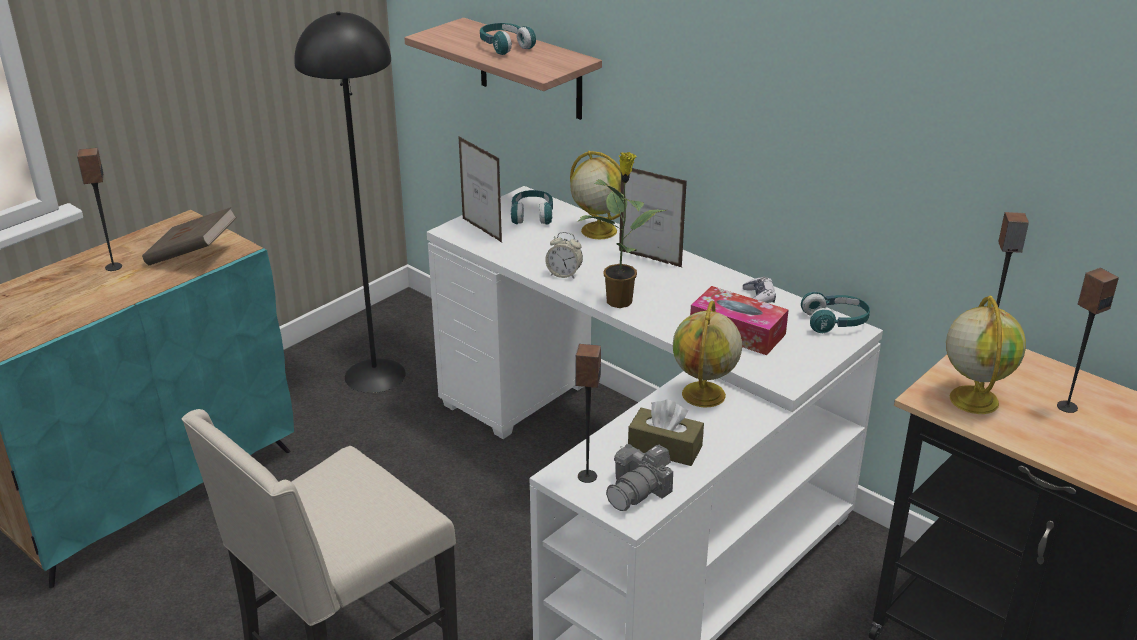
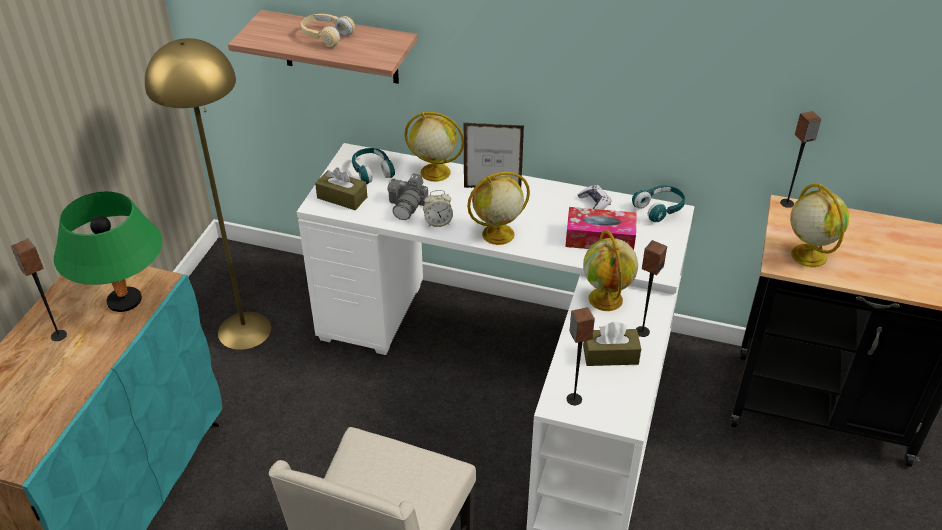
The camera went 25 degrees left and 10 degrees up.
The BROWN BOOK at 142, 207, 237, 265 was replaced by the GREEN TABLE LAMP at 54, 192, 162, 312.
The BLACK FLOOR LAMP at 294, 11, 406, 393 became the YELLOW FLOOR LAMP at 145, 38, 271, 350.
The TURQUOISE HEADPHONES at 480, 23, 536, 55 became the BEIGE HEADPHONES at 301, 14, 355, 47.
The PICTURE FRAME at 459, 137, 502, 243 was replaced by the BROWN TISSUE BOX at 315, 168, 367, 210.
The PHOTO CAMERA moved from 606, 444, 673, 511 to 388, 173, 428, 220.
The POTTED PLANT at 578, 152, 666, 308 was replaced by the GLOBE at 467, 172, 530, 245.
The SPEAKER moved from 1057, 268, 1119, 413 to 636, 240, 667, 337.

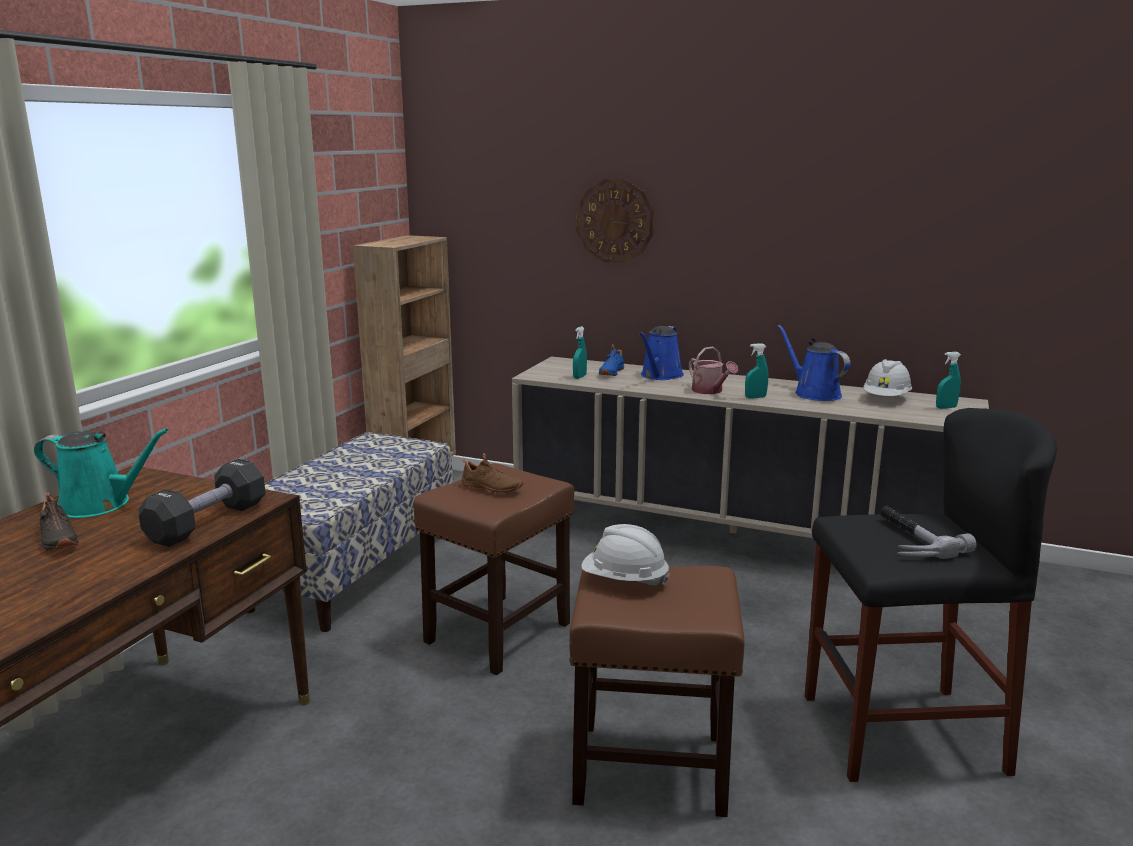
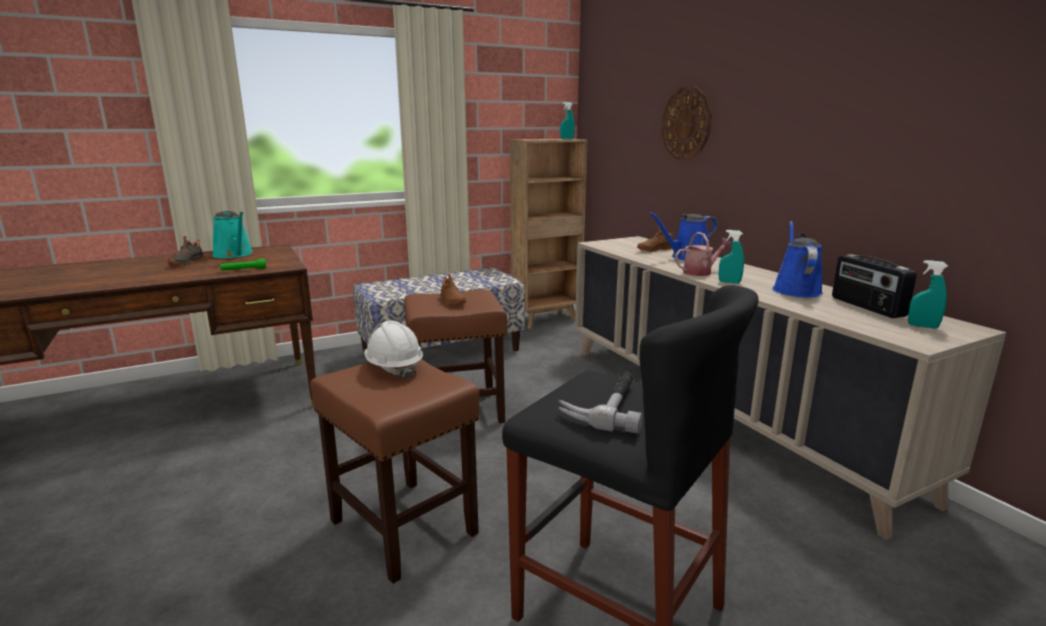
The camera went 40 degrees right and 0 degrees up.
The BLACK DUMBBELL at 139, 459, 266, 547 was replaced by the GREEN FLASHLIGHT at 220, 259, 266, 271.
The TURQUOISE SPRAY BOTTLE moved from 573, 327, 587, 379 to 560, 102, 575, 139.
The BLUE SHOE at 599, 344, 624, 376 became the BROWN SHOE at 637, 227, 673, 252.
The WATERING CAN at 689, 347, 738, 394 turned 120 degrees counterclockwise.
The WHITE HARD HAT at 863, 359, 912, 396 was replaced by the RADIO at 832, 254, 917, 318.

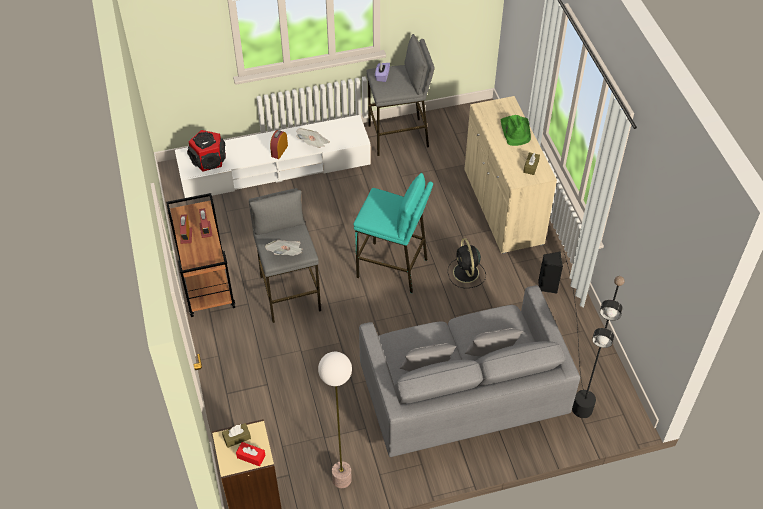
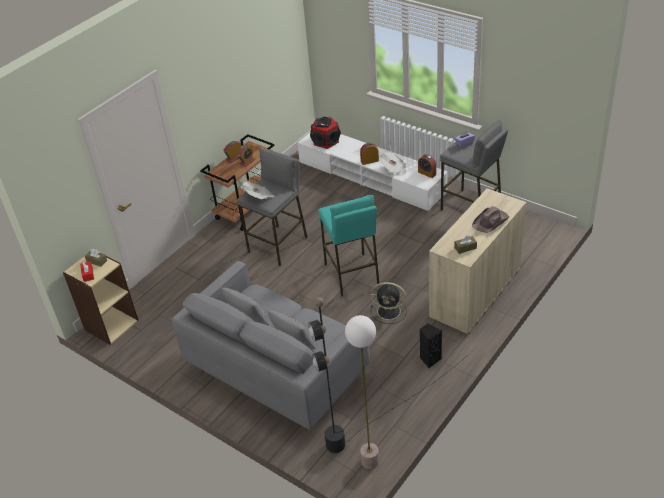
The camera went 55 degrees right and 10 degrees down.
The FLOOR LAMP moved from 318, 352, 352, 488 to 345, 315, 379, 469.
The BLACK FAN at 448, 238, 486, 288 turned 120 degrees counterclockwise.
The ALARM CLOCK at 418, 154, 436, 178 appeared.
The GREEN HAT at 501, 115, 531, 146 became the BROWN HAT at 472, 206, 510, 233.

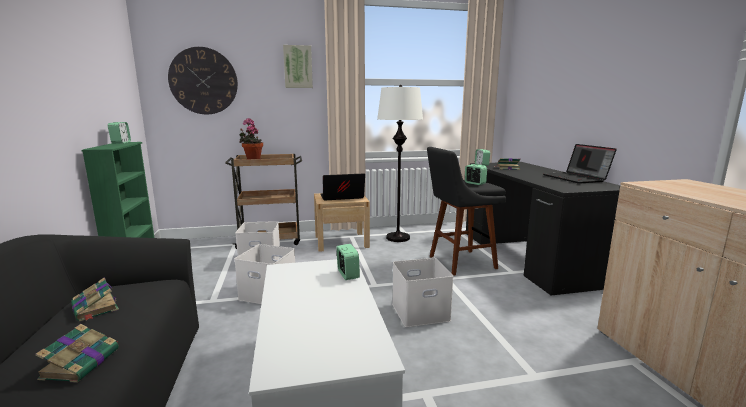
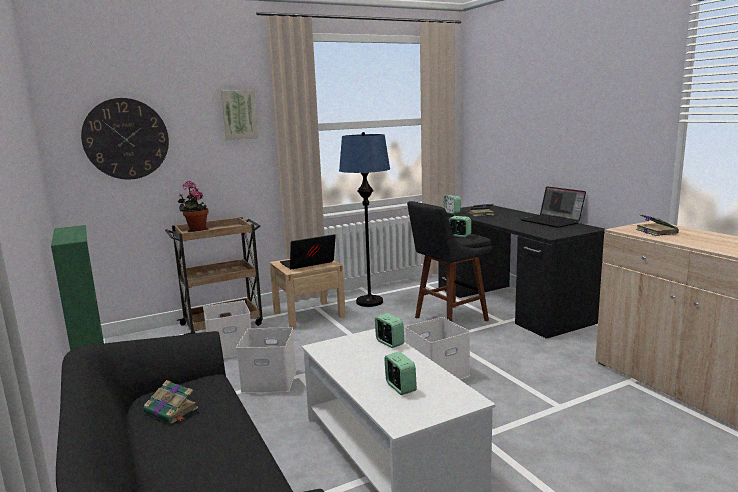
The camera went 15 degrees left and 0 degrees up.
The WHITE FLOOR LAMP at 377, 85, 423, 242 became the BLUE FLOOR LAMP at 339, 132, 390, 307.
The ALARM CLOCK moved from 108, 122, 131, 144 to 384, 352, 417, 395.
The BOOK moved from 35, 324, 119, 383 to 636, 214, 679, 236.

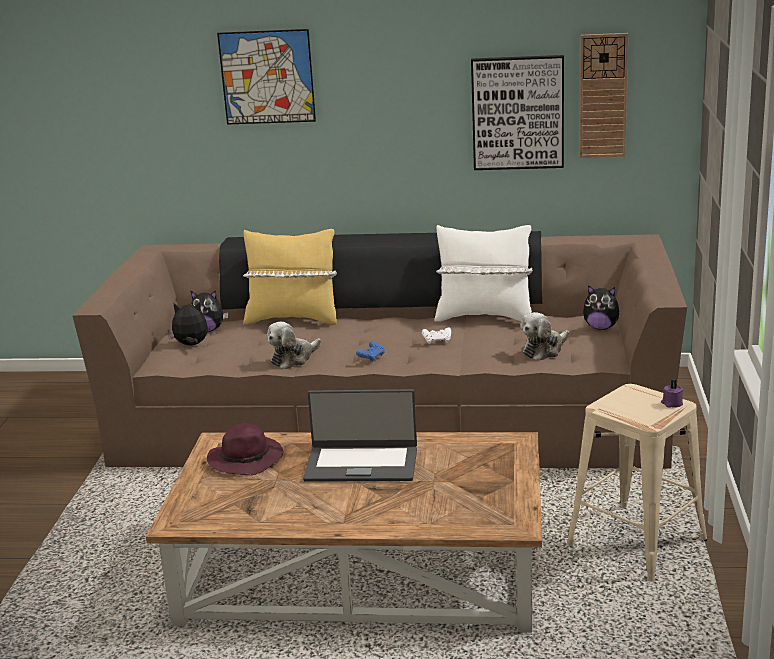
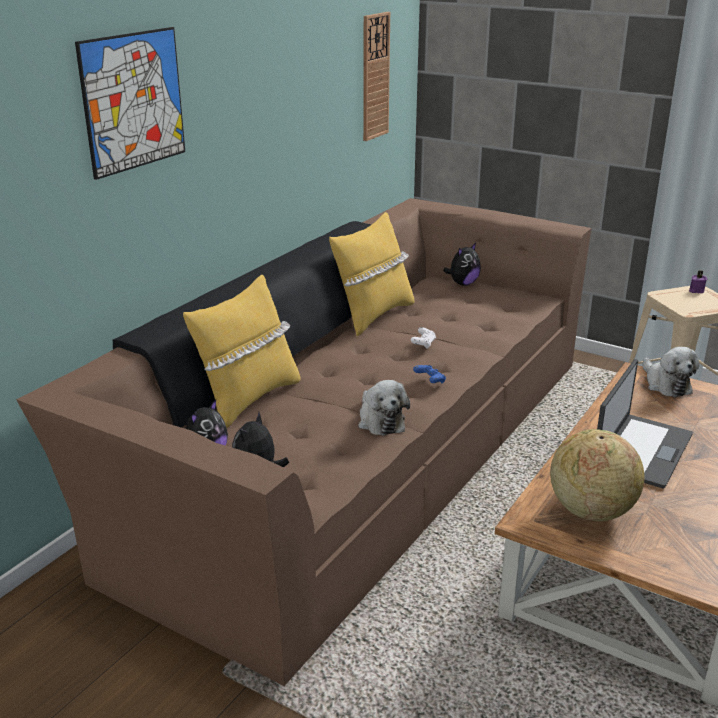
The camera went 65 degrees left and 5 degrees up.
The WHITE PILLOW at 434, 225, 533, 322 became the YELLOW PILLOW at 329, 212, 414, 336.
The PURPLE HAT at 207, 423, 283, 475 was replaced by the GLOBE at 550, 429, 645, 521.
The PLUSH TOY moved from 520, 312, 569, 360 to 643, 347, 699, 397.
The PICTURE at 471, 55, 564, 170 disappeared.

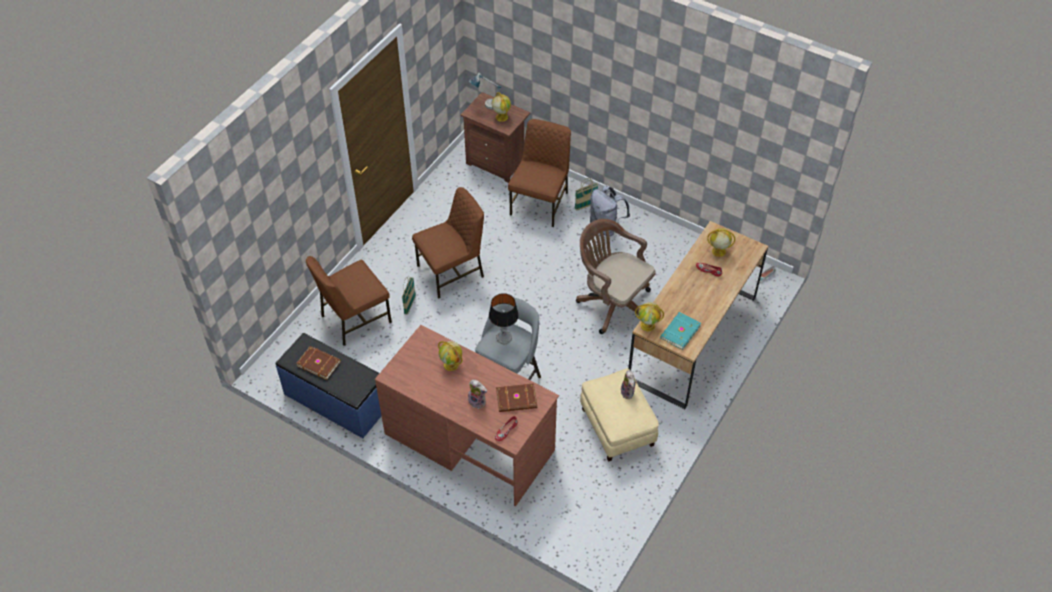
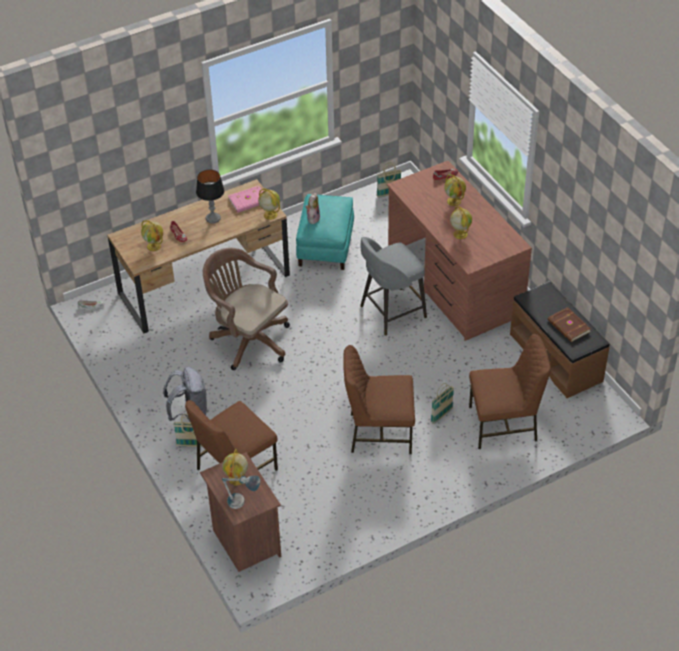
The camera went 150 degrees left and 5 degrees down.
The TABLE LAMP moved from 489, 293, 519, 344 to 196, 169, 224, 224.
The BROWN OFFICE CHAIR at 576, 219, 656, 334 turned 150 degrees clockwise.
The TURQUOISE BOOK at 660, 312, 701, 350 became the PINK BOOK at 228, 186, 263, 213.
The BEIGE OTTOMAN at 580, 368, 659, 462 became the TURQUOISE OTTOMAN at 296, 194, 354, 270.
The BASKET at 376, 163, 402, 198 appeared.
The PLUSH TOY at 468, 380, 487, 409 was replaced by the GLOBE at 444, 174, 466, 206.
The BLUE BENCH at 276, 333, 381, 438 became the BROWN BENCH at 510, 281, 610, 398.
The BROWN BOOK at 496, 383, 538, 412 disappeared.

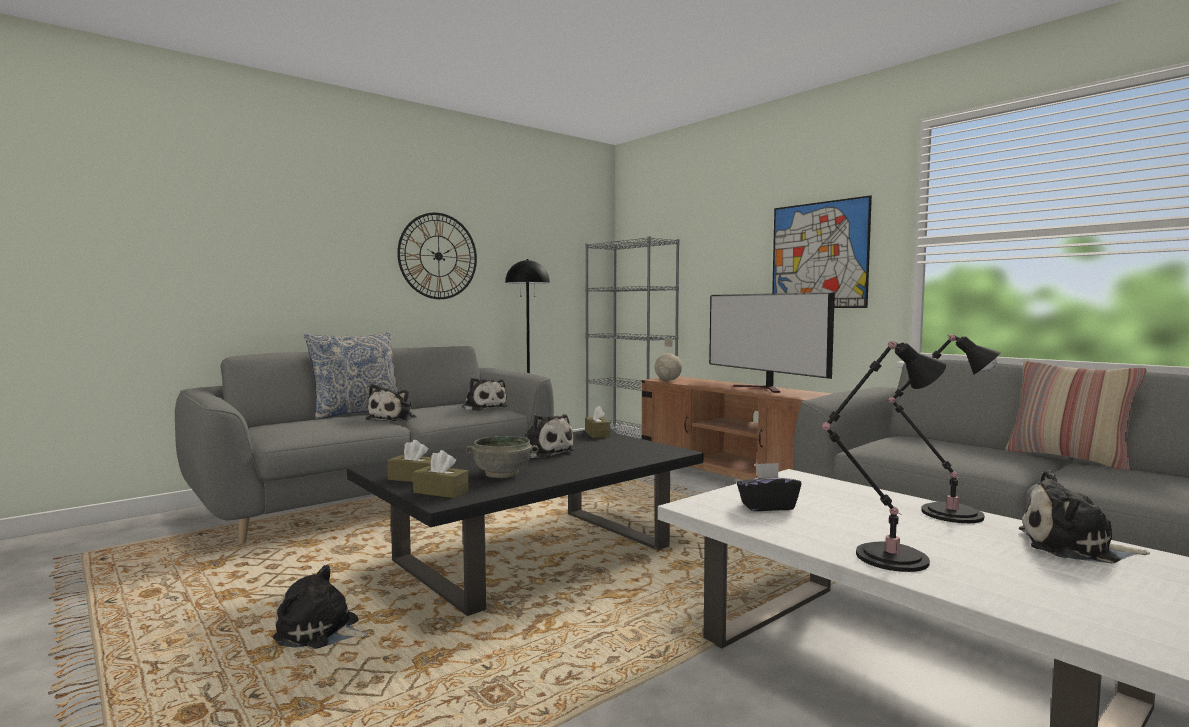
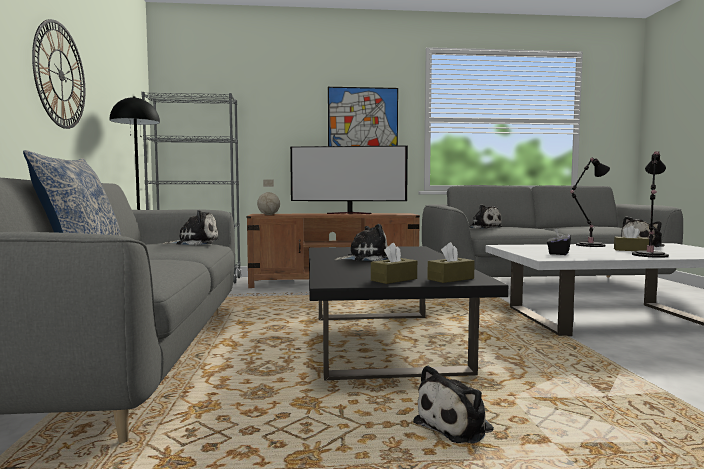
The camera went 55 degrees left and 0 degrees up.
The PLUSH TOY moved from 366, 384, 417, 421 to 469, 204, 503, 229.
The BROWN TISSUE BOX moved from 585, 406, 610, 438 to 614, 225, 649, 251.
The GREY BOWL at 466, 436, 539, 478 disappeared.
The PILLOW at 1006, 361, 1147, 470 disappeared.

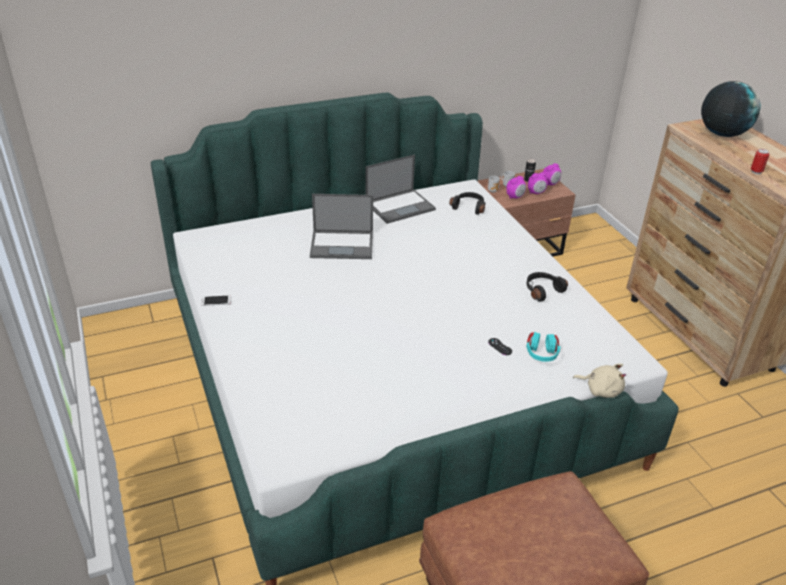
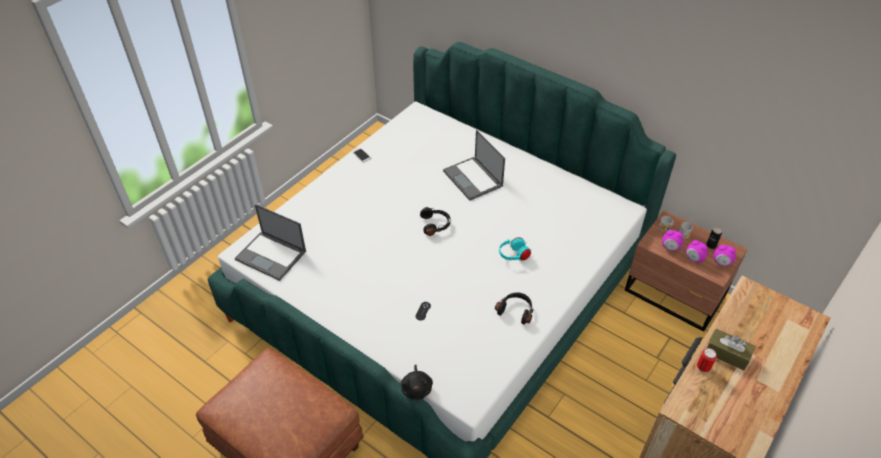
The camera went 60 degrees right and 10 degrees up.
The LAPTOP moved from 365, 154, 436, 224 to 235, 204, 306, 281.
The BEIGE PLUSH TOY at 573, 364, 626, 398 became the BLACK PLUSH TOY at 401, 365, 433, 400.
The BLACK HEADPHONES moved from 449, 192, 485, 215 to 420, 207, 451, 236.
The TURQUOISE HEADPHONES moved from 526, 332, 560, 362 to 499, 237, 531, 261.
The BROWN TISSUE BOX at 707, 329, 755, 370 appeared.
The GLOBE at 701, 81, 761, 137 disappeared.

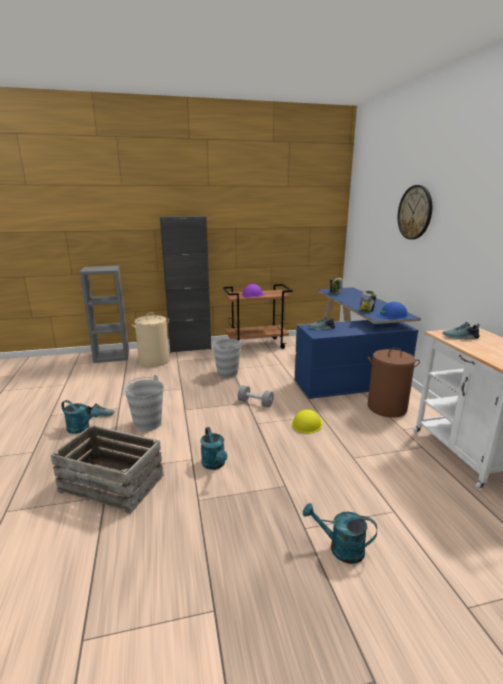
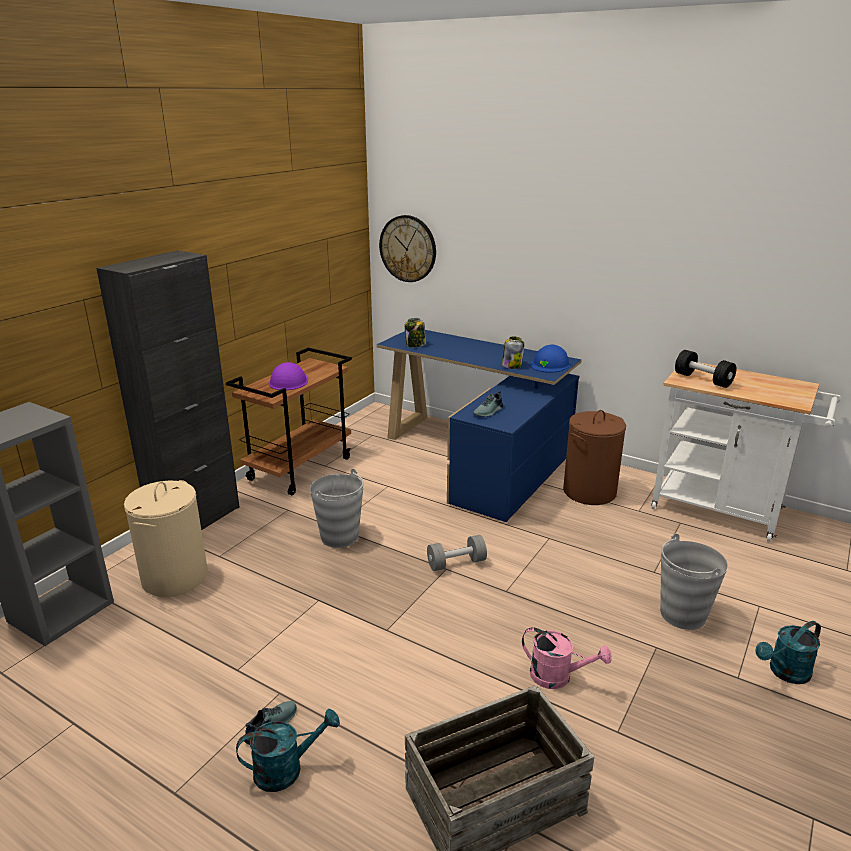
The camera went 45 degrees left and 5 degrees up.
The WALL CLOCK moved from 398, 185, 432, 240 to 379, 215, 436, 282.
The TURQUOISE WATERING CAN at 200, 427, 227, 470 became the PINK WATERING CAN at 522, 627, 612, 689.
The GREY BUCKET moved from 124, 375, 163, 431 to 660, 534, 728, 630.
The SHOE at 442, 322, 480, 339 was replaced by the BLACK DUMBBELL at 675, 350, 736, 388.
The YELLOW HARD HAT at 292, 409, 323, 434 disappeared.

